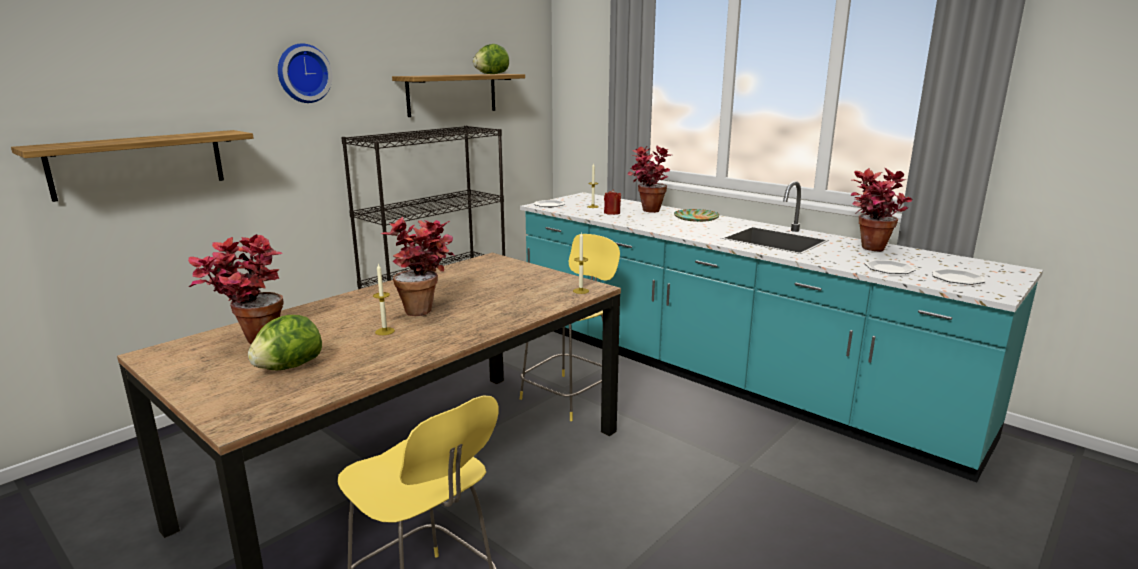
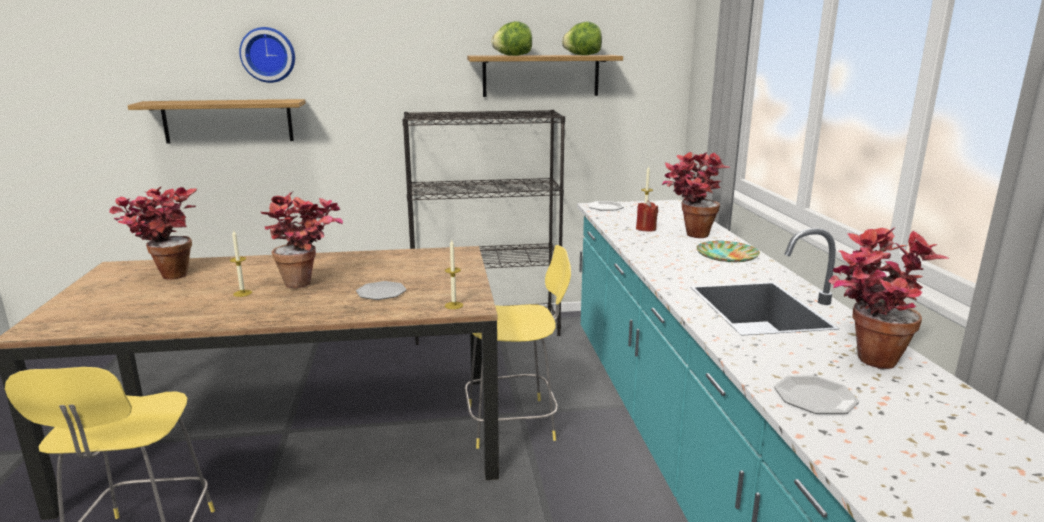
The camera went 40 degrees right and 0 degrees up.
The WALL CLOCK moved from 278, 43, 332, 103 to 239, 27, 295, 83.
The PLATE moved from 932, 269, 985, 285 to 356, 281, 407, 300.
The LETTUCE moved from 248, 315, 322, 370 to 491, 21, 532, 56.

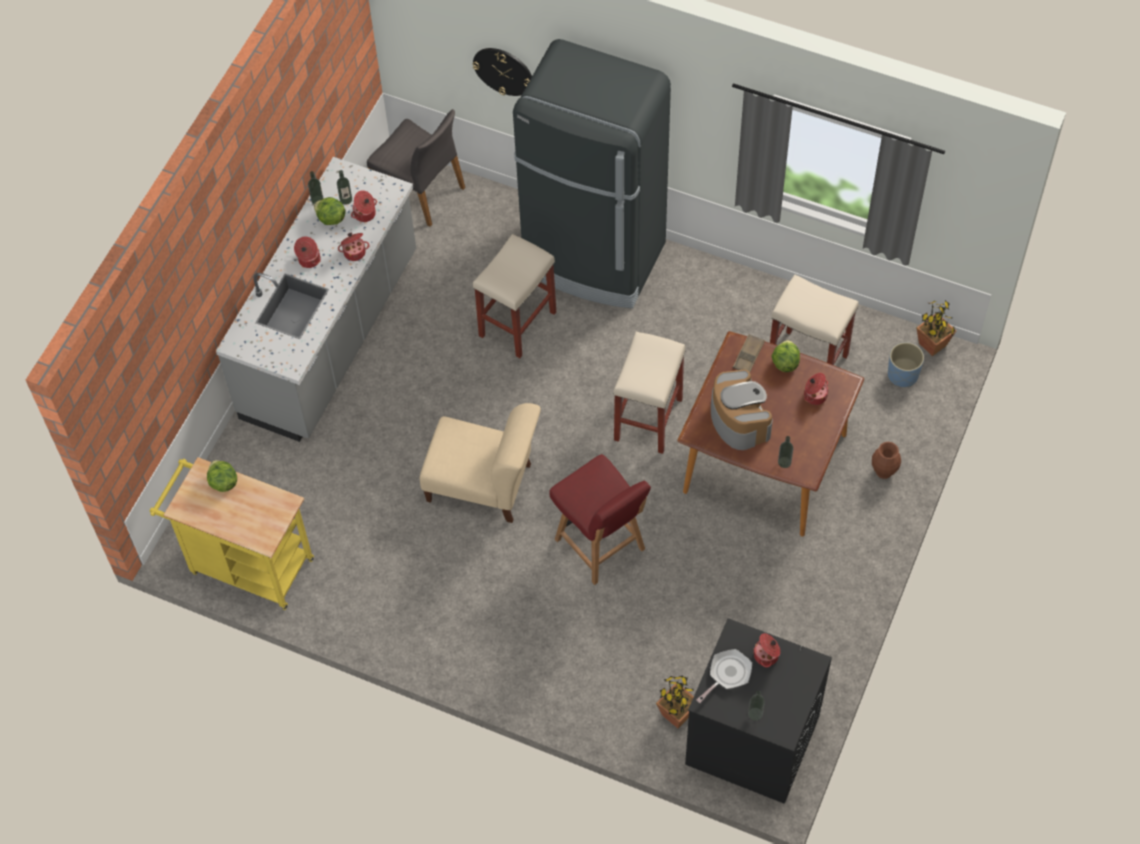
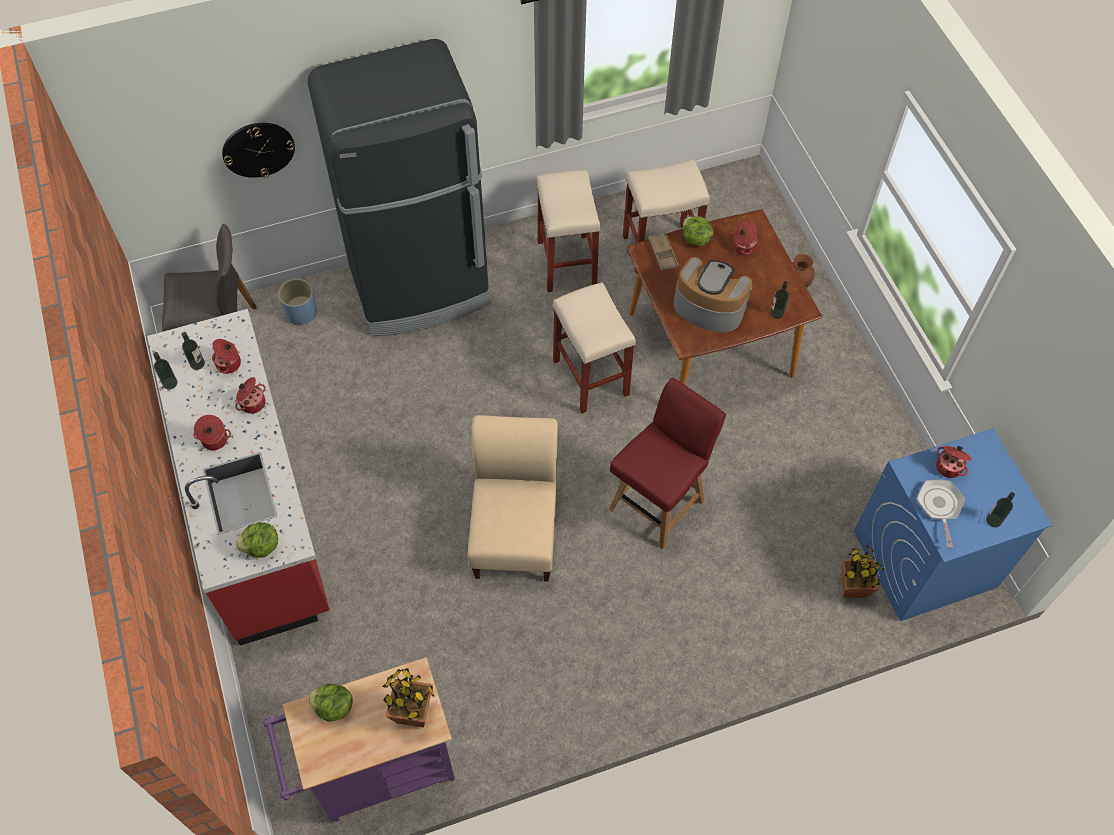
The camera went 45 degrees left and 0 degrees up.
The GREY COUNTER at 216, 157, 416, 442 became the RED COUNTER at 147, 309, 330, 646.
The LETTUCE moved from 314, 197, 346, 225 to 236, 523, 278, 558.
The YELLOW CART at 150, 457, 314, 610 became the PURPLE CART at 263, 657, 455, 822.
The BLUE PLANTER moved from 888, 342, 924, 387 to 278, 279, 317, 325.
The POTTED PLANT moved from 916, 300, 956, 356 to 382, 668, 435, 728.
The BEIGE CHAIR at 420, 403, 541, 523 turned 60 degrees counterclockwise.
The BEIGE STOOL moved from 473, 234, 556, 358 to 536, 170, 601, 292.
The RED CHAIR at 549, 454, 651, 585 turned 60 degrees counterclockwise.
The BLACK WASHING MACHINE at 685, 618, 832, 804 became the BLUE WASHING MACHINE at 854, 428, 1052, 621.

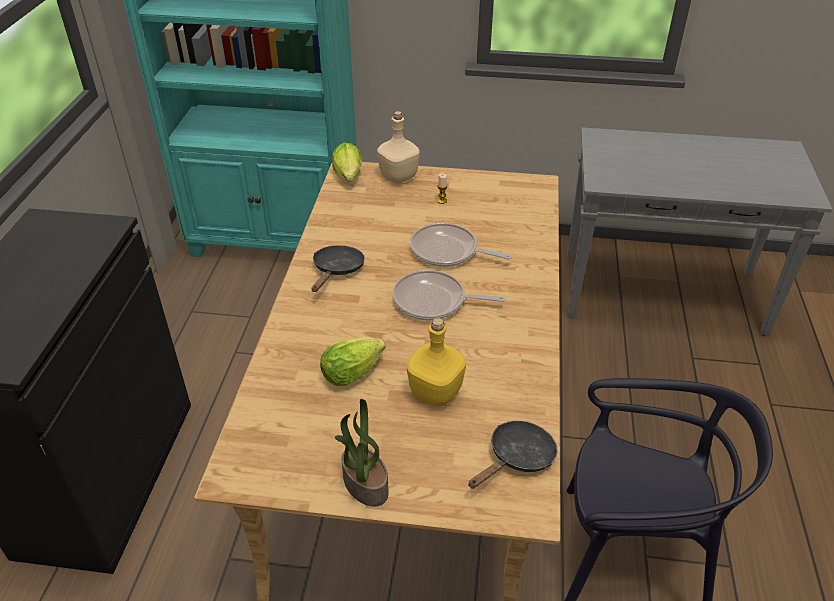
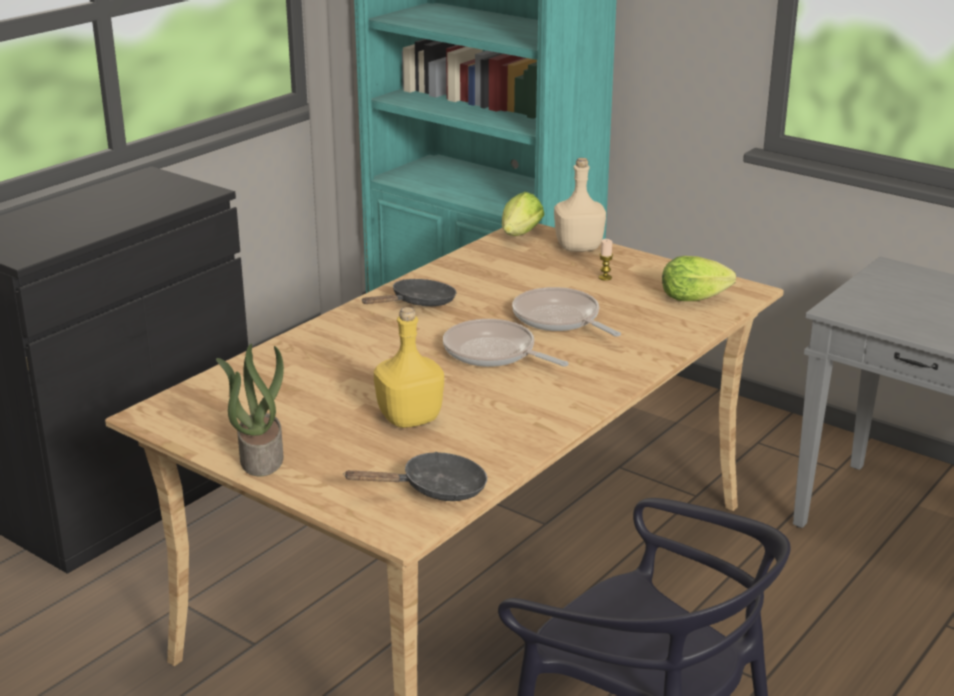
The camera went 30 degrees right and 15 degrees down.
The LETTUCE moved from 320, 337, 385, 386 to 662, 256, 736, 301.

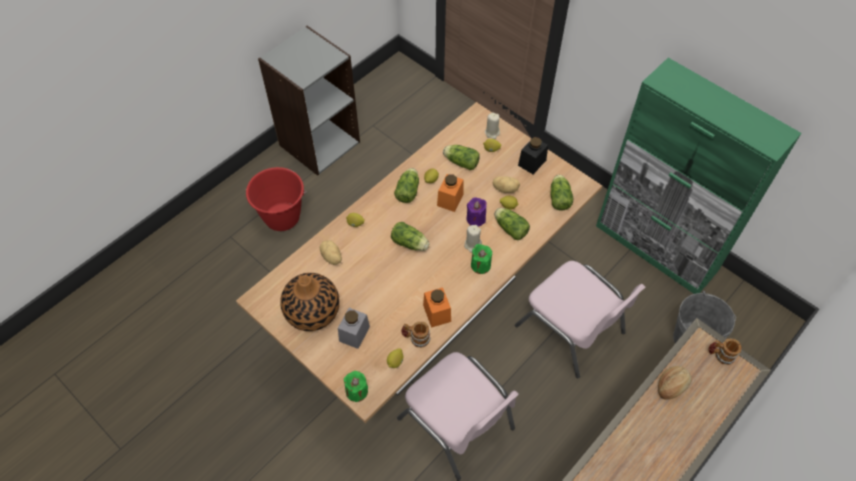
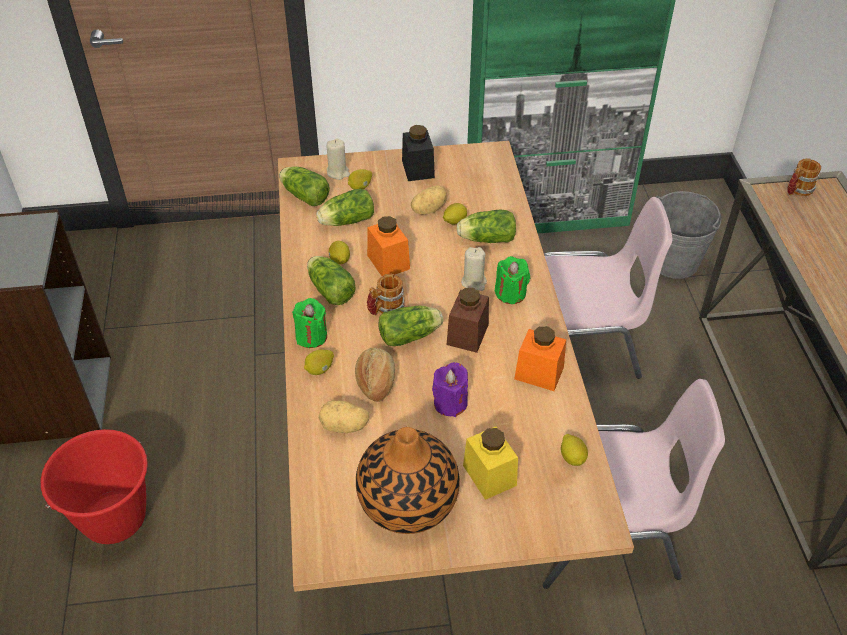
The camera went 50 degrees left and 10 degrees down.
The LETTUCE moved from 550, 175, 573, 211 to 279, 167, 330, 206.
The GREEN CANDLE moved from 344, 371, 368, 402 to 292, 298, 327, 348.
The BREAD moved from 658, 366, 692, 400 to 355, 348, 395, 402.
The MUG moved from 401, 321, 431, 348 to 367, 274, 405, 315.
The PURPLE CANDLE moved from 466, 197, 486, 227 to 432, 362, 468, 417.
The BROWN JAR at 447, 288, 489, 353 appeared.
The GREY JAR at 338, 308, 370, 349 became the YELLOW JAR at 463, 426, 518, 500.

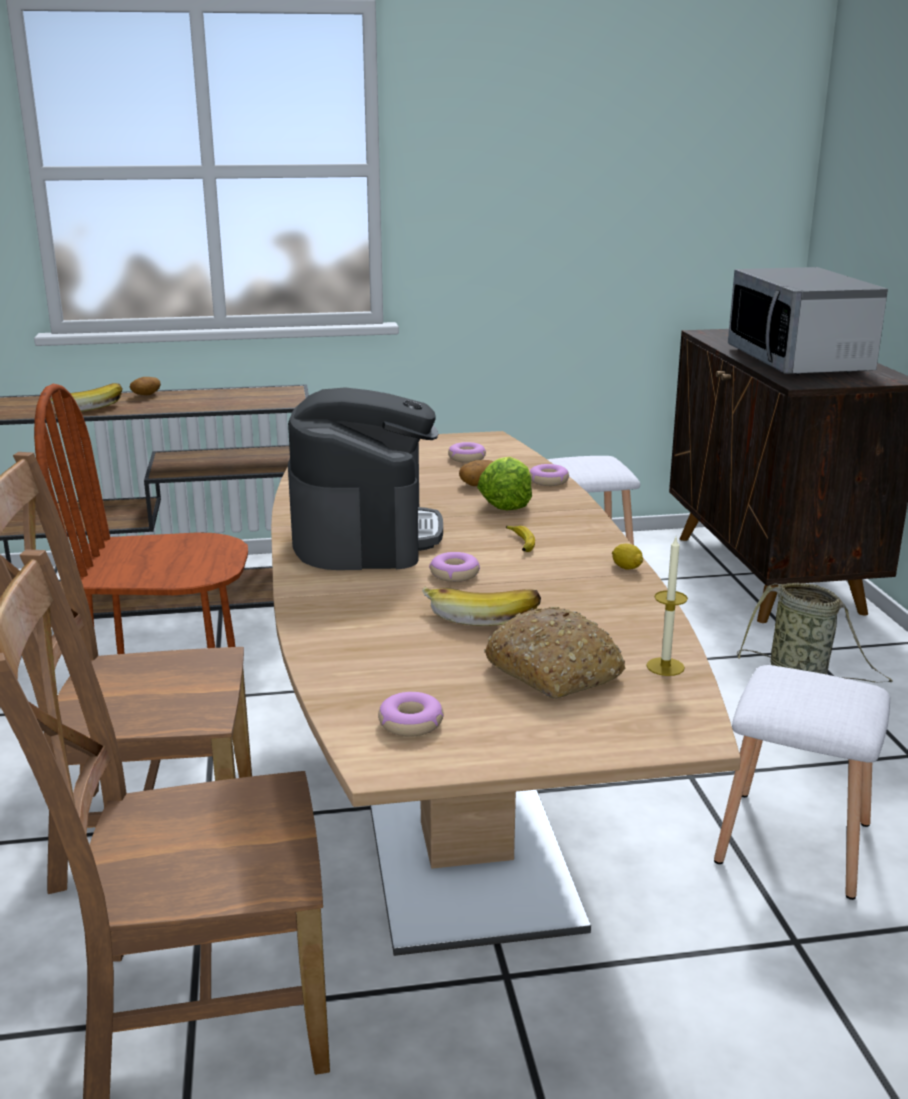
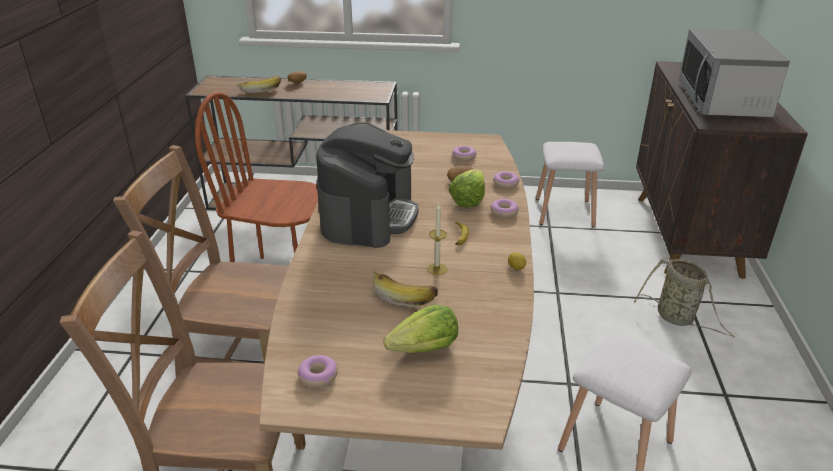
The camera went 15 degrees right and 10 degrees up.
The BREAD at 484, 607, 626, 699 was replaced by the LETTUCE at 383, 305, 458, 353.
The CANDLE moved from 646, 537, 688, 676 to 427, 204, 448, 275.
The DONUT moved from 429, 552, 480, 582 to 490, 199, 519, 218.

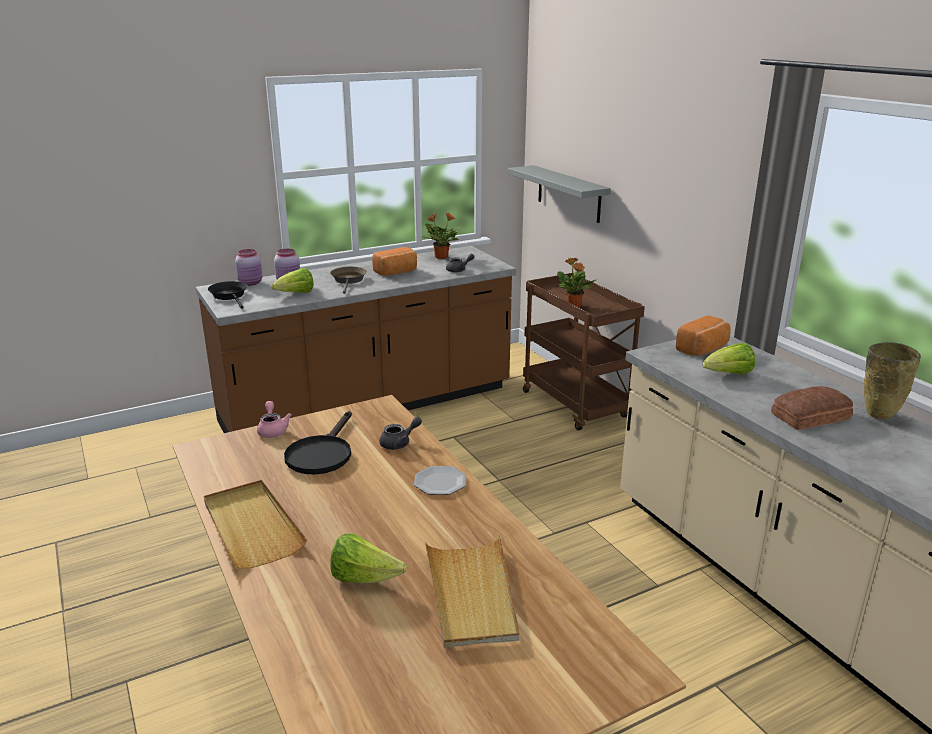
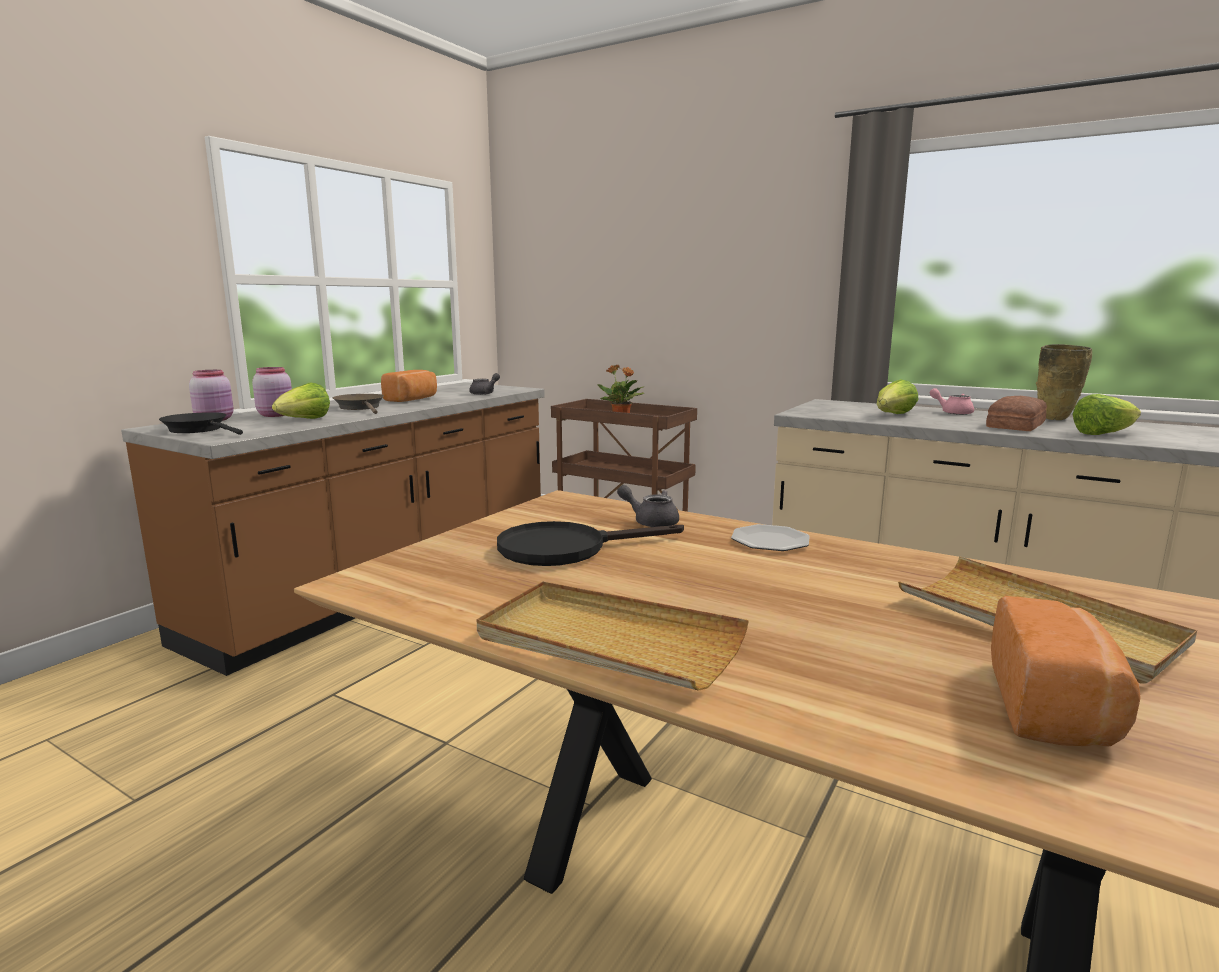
The camera went 30 degrees left and 10 degrees down.
The BLACK FRYING PAN at 284, 411, 352, 474 turned 90 degrees clockwise.
The GREY TEAPOT at 379, 417, 422, 450 turned 90 degrees counterclockwise.
The PINK TEAPOT moved from 257, 401, 292, 438 to 930, 388, 974, 415.
The BREAD moved from 676, 315, 731, 356 to 991, 596, 1141, 747.
The LETTUCE moved from 330, 533, 407, 583 to 1073, 394, 1141, 435.
The POTTED PLANT at 422, 213, 460, 259 disappeared.
The GREY SHELF at 508, 165, 611, 223 disappeared.

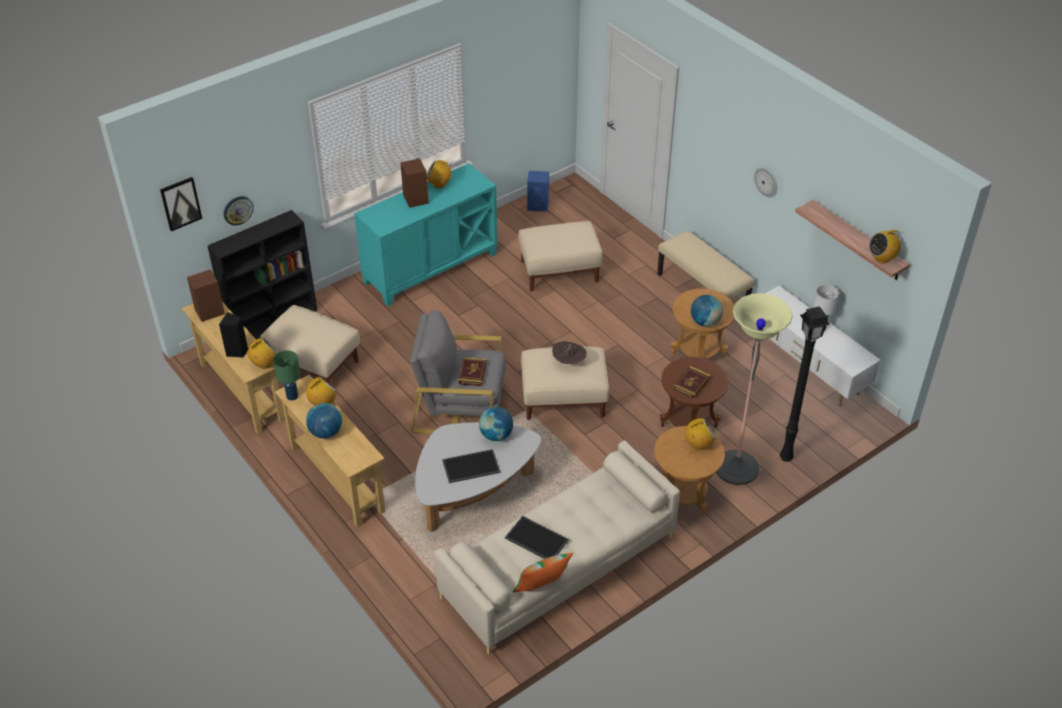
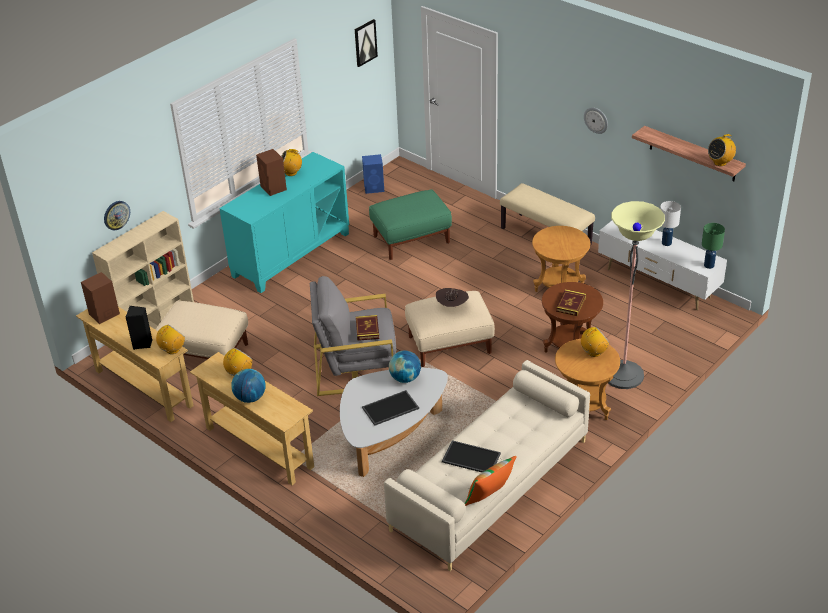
The camera went 10 degrees left and 5 degrees down.
The BLACK BOOKCASE at 208, 210, 317, 339 became the BEIGE BOOKCASE at 92, 211, 194, 329.
The PICTURE moved from 160, 177, 202, 231 to 355, 19, 378, 67.
The BEIGE OTTOMAN at 518, 221, 602, 291 became the GREEN OTTOMAN at 369, 189, 452, 260.
The GREEN TABLE LAMP moved from 273, 350, 301, 401 to 702, 223, 725, 269.
The GLOBE at 691, 295, 723, 327 disappeared.
The BLACK FLOOR LAMP at 780, 306, 830, 462 disappeared.

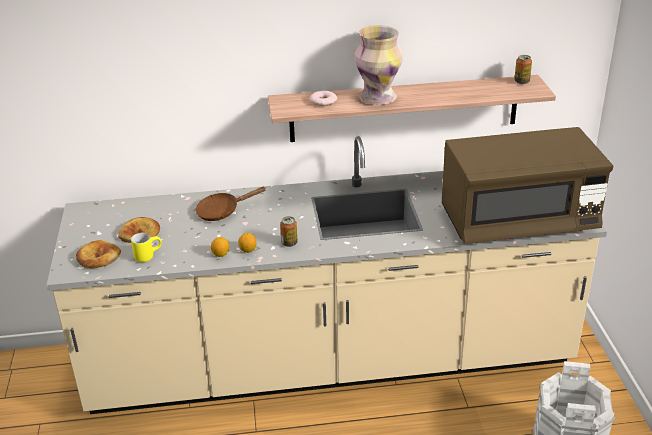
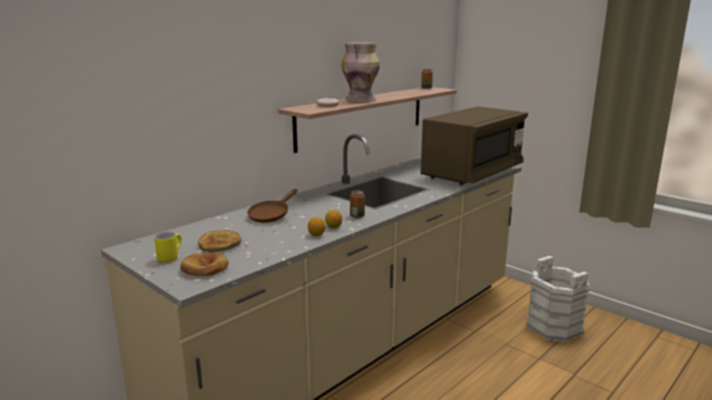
The camera went 40 degrees left and 15 degrees down.
The YELLOW MUG moved from 131, 233, 161, 262 to 154, 232, 181, 263.

